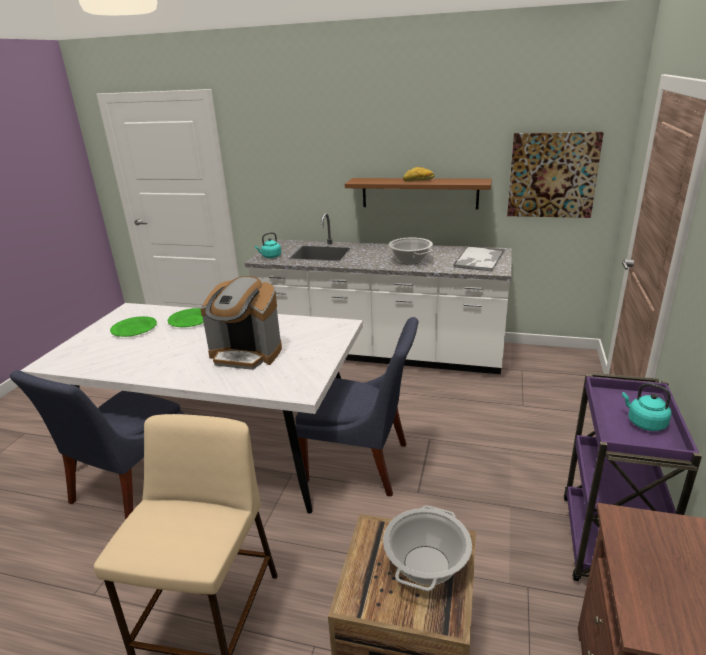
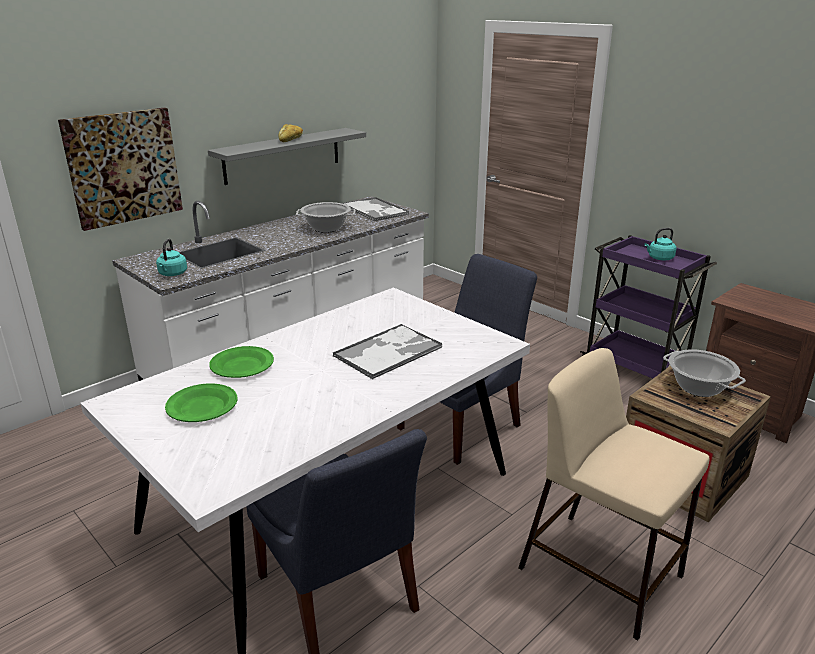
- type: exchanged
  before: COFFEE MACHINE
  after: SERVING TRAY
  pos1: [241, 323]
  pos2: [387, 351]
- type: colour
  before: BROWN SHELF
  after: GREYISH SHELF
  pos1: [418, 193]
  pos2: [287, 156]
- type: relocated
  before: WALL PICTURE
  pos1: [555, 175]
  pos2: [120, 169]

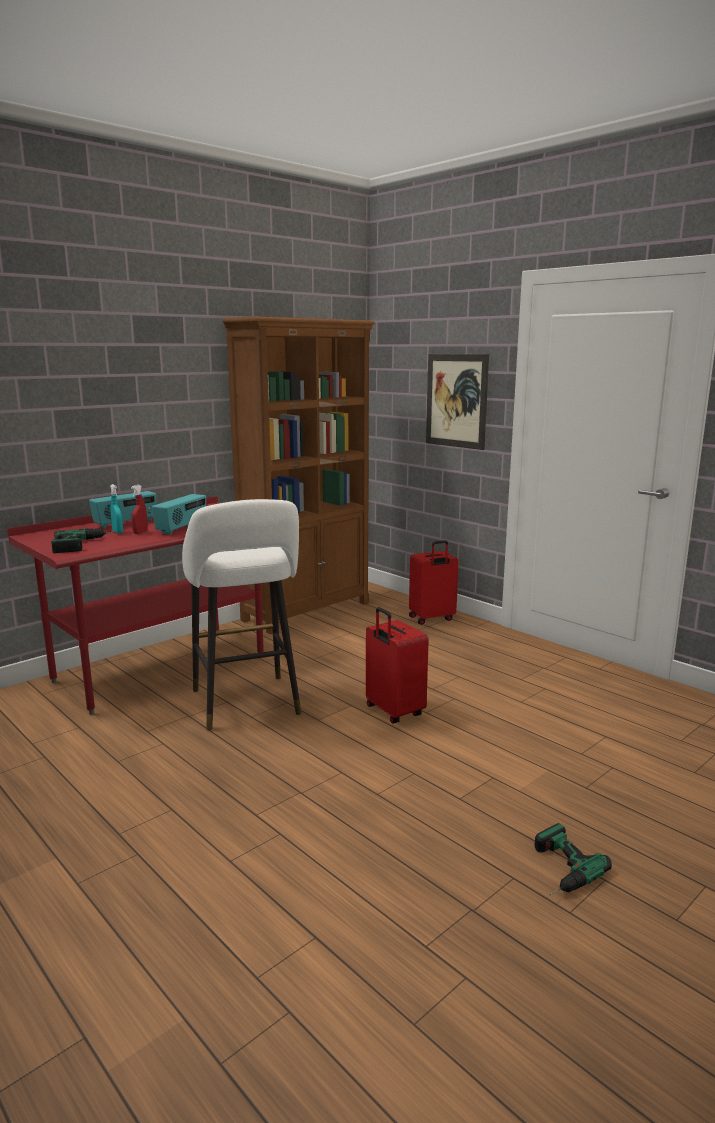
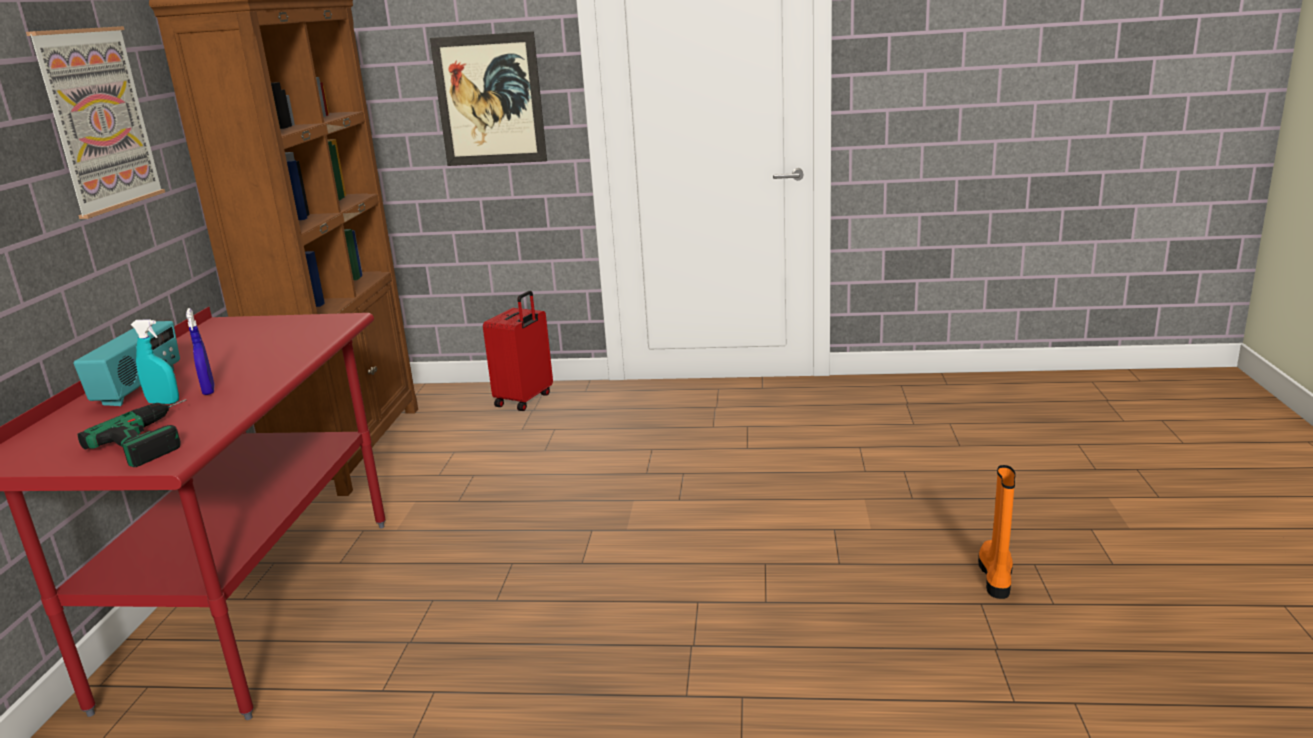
- type: colour
  before: RED-COLOURED SPRAYER
  after: BLUISH SPRAYER
  pos1: [139, 509]
  pos2: [200, 351]
- type: missing
  before: RADIO SET
  pos1: [179, 514]
- type: missing
  before: WHITE-COLOURED SITTING STOOL
  pos1: [241, 614]
- type: missing
  before: RED-COLOURED PIECE OF LUGGAGE
  pos1: [397, 665]
- type: exchanged
  before: ELECTRIC DRILL
  after: ORANGEY TALL BOOT
  pos1: [573, 859]
  pos2: [997, 532]
- type: appeared
  after: WALL PICTURE
  pos2: [95, 122]

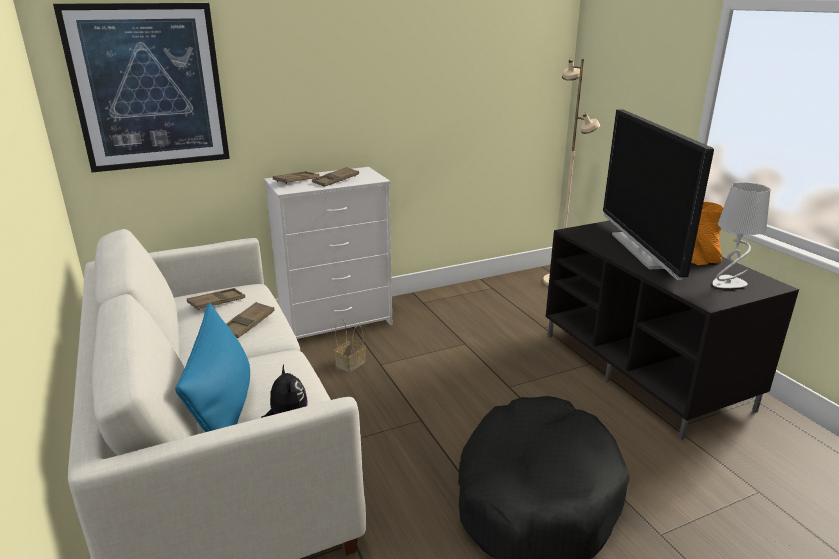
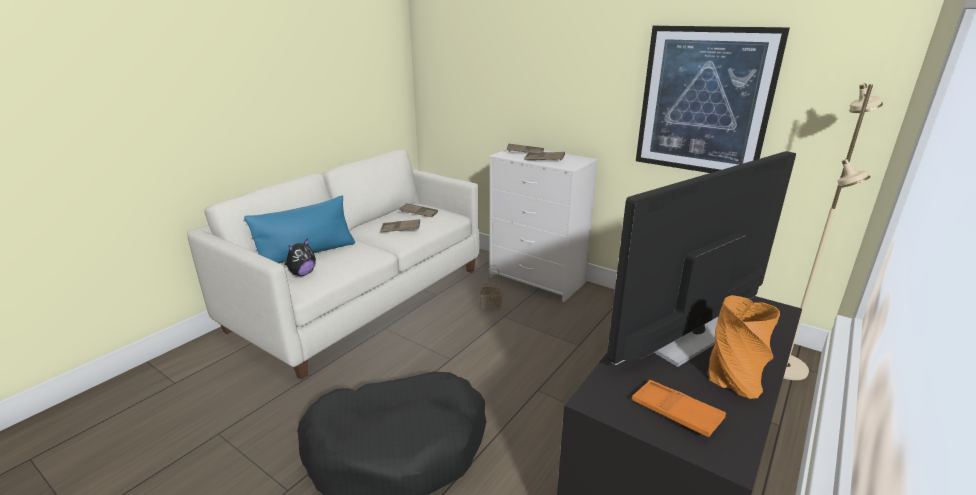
- type: relocated
  before: WALL PICTURE
  pos1: [141, 87]
  pos2: [713, 99]
- type: exchanged
  before: GREYISH TABLE LAMP
  after: ORANGEY SERVING TRAY
  pos1: [742, 235]
  pos2: [679, 408]

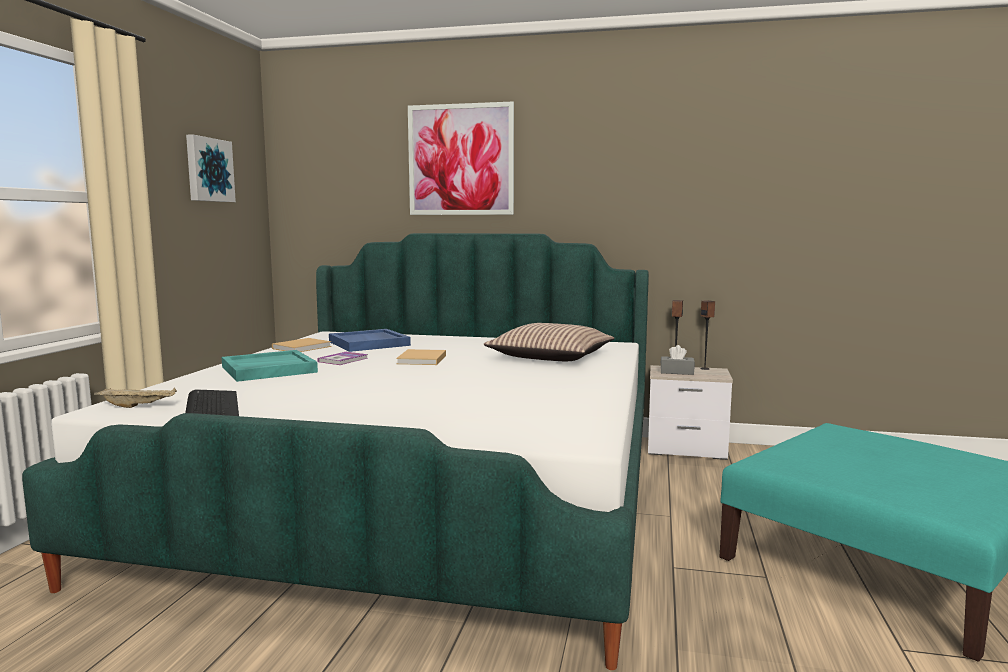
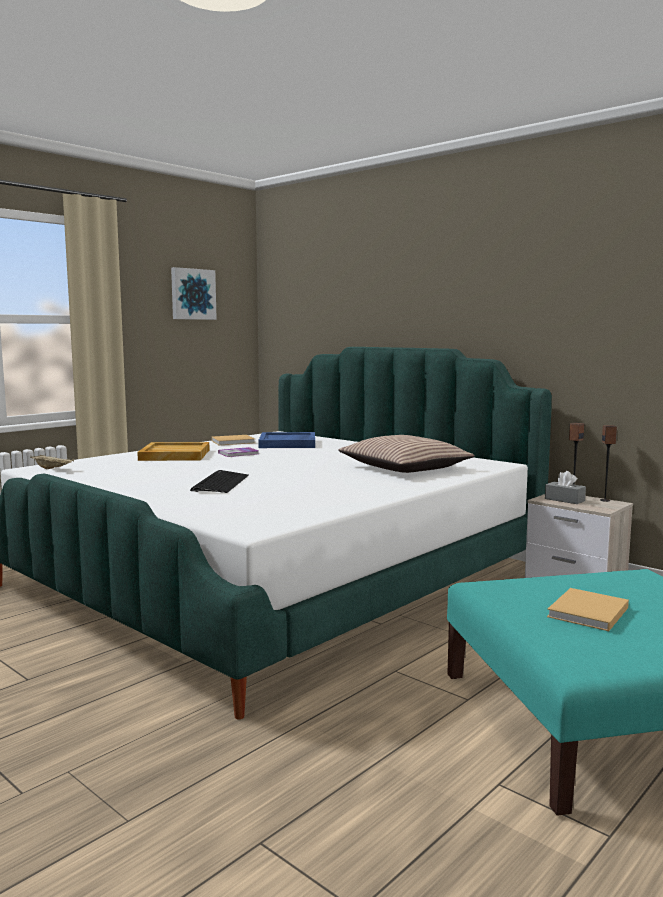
- type: relocated
  before: KEYBOARD
  pos1: [212, 402]
  pos2: [219, 481]
- type: colour
  before: BLUE-GREEN SERVING TRAY
  after: BEIGE SERVING TRAY
  pos1: [270, 366]
  pos2: [173, 451]
- type: relocated
  before: BEIGE VOLUME
  pos1: [421, 357]
  pos2: [588, 609]
- type: missing
  before: WALL PICTURE
  pos1: [461, 158]

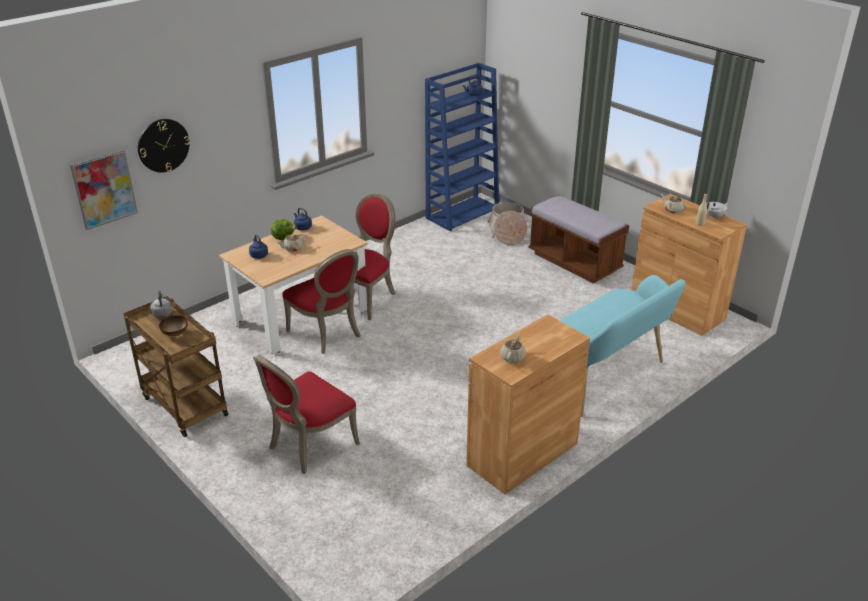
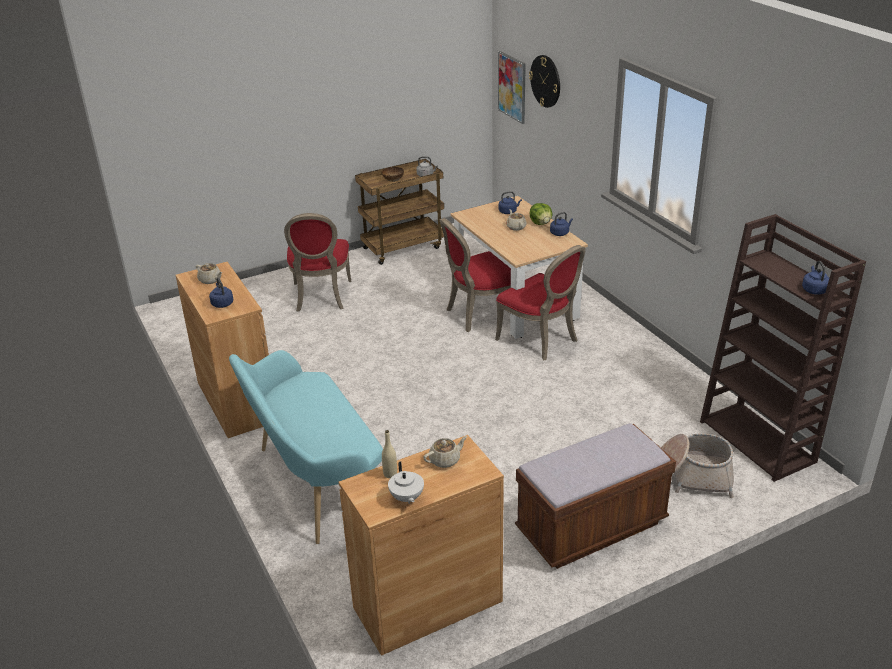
- type: spun
  before: RED-COLOURED CHAIR
  pos1: [306, 414]
  pos2: [317, 262]
  turn: -150
- type: colour
  before: BLUISH BOOKCASE
  after: BROWN BOOKCASE
  pos1: [462, 147]
  pos2: [783, 348]
- type: appeared
  after: BLUISH WATER KETTLE
  pos2: [221, 293]

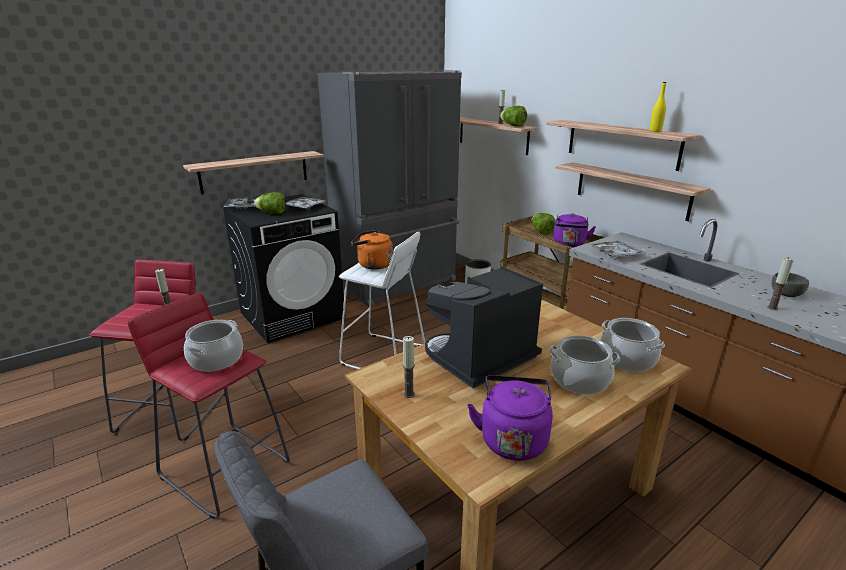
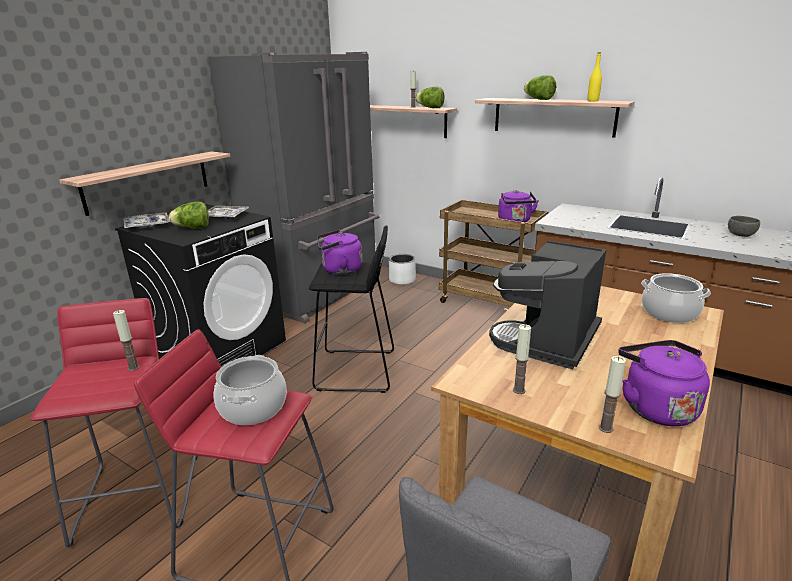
- type: colour
  before: WHITE-COLOURED SITTING STOOL
  after: BLACKISH SITTING STOOL
  pos1: [382, 300]
  pos2: [351, 309]
- type: colour
  before: ORANGEY WATER KETTLE
  after: PURPLE-COLOURED WATER KETTLE
  pos1: [372, 250]
  pos2: [339, 252]
- type: relocated
  before: LETTUCE
  pos1: [544, 223]
  pos2: [540, 87]
- type: missing
  before: STOCKPOT
  pos1: [584, 364]
- type: missing
  before: SHELF
  pos1: [633, 192]
- type: missing
  before: SERVING TRAY
  pos1: [618, 249]
- type: relocated
  before: CANDLE
  pos1: [780, 283]
  pos2: [612, 394]

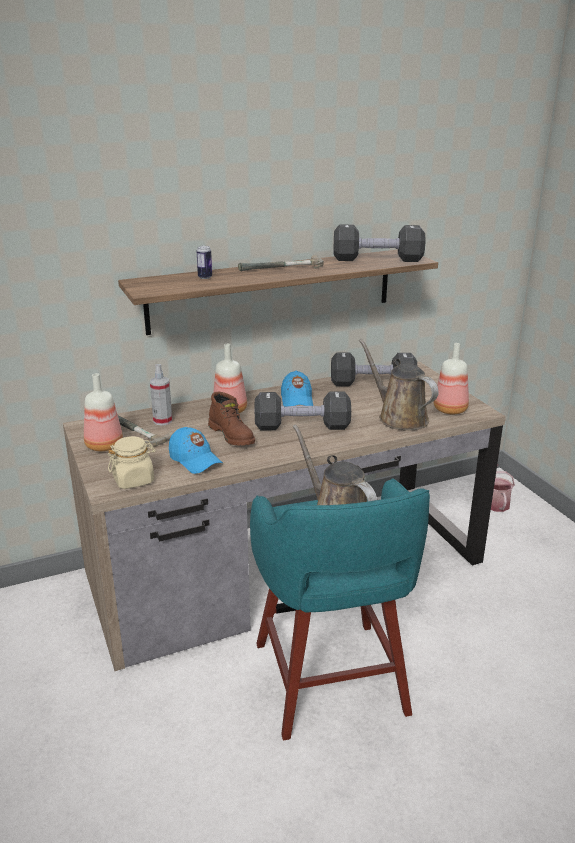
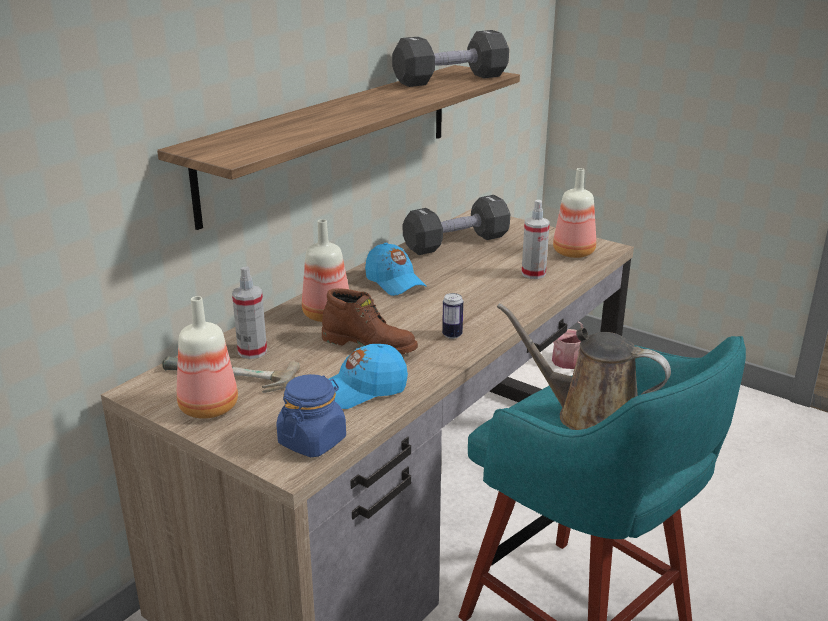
- type: colour
  before: BEIGE JAR
  after: BLUISH JAR
  pos1: [132, 462]
  pos2: [311, 415]
- type: spun
  before: BLUISH PEAKED CAP
  pos1: [196, 450]
  pos2: [368, 376]
  turn: 135
- type: relocated
  before: SEALED CAN
  pos1: [204, 262]
  pos2: [452, 316]
- type: missing
  before: HAMMER
  pos1: [280, 263]
- type: missing
  before: BLACKISH DUMBBELL
  pos1: [303, 410]
- type: exchanged
  before: BROWN WATERING POT
  after: SPRAYER
  pos1: [398, 385]
  pos2: [535, 239]

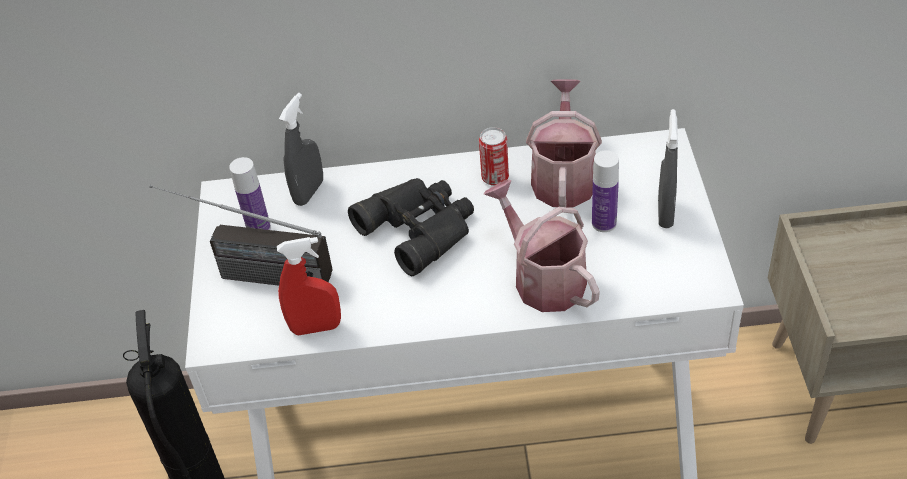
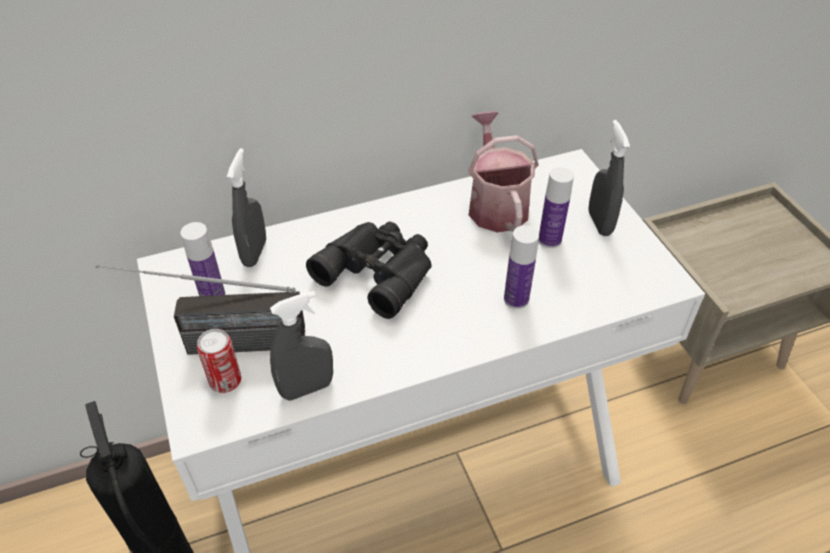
- type: colour
  before: RED-COLOURED SPRAYER
  after: GREYISH SPRAYER
  pos1: [309, 286]
  pos2: [301, 346]
- type: relocated
  before: SEALED CAN
  pos1: [494, 156]
  pos2: [219, 361]
- type: exchanged
  before: WATERING POT
  after: DRINK BOTTLE
  pos1: [542, 246]
  pos2: [521, 267]

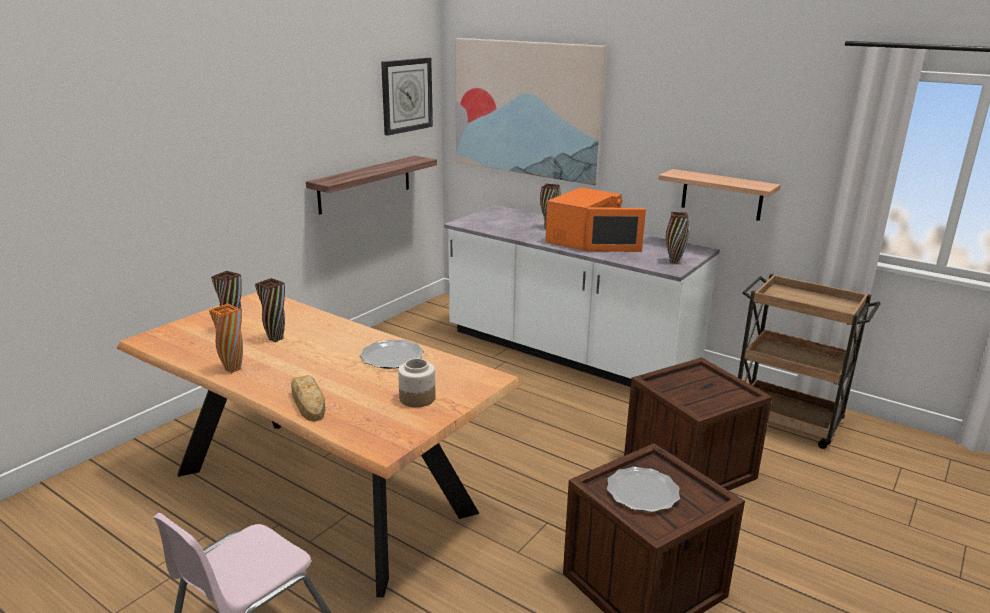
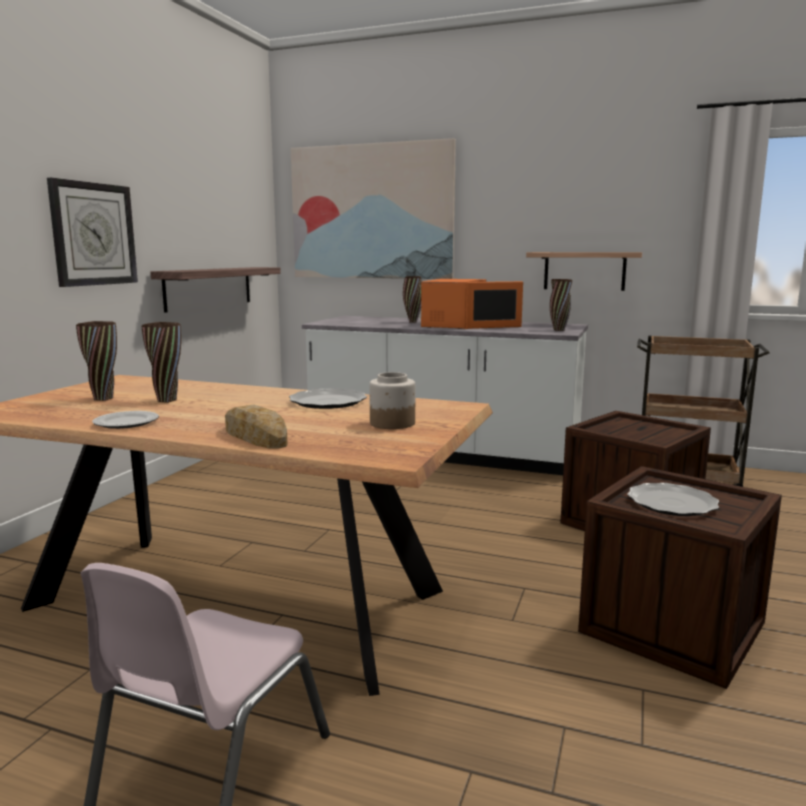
- type: exchanged
  before: ORANGEY FLOWER VASE
  after: PLATE
  pos1: [226, 338]
  pos2: [125, 420]
- type: relocated
  before: WALL CLOCK
  pos1: [407, 97]
  pos2: [92, 232]

